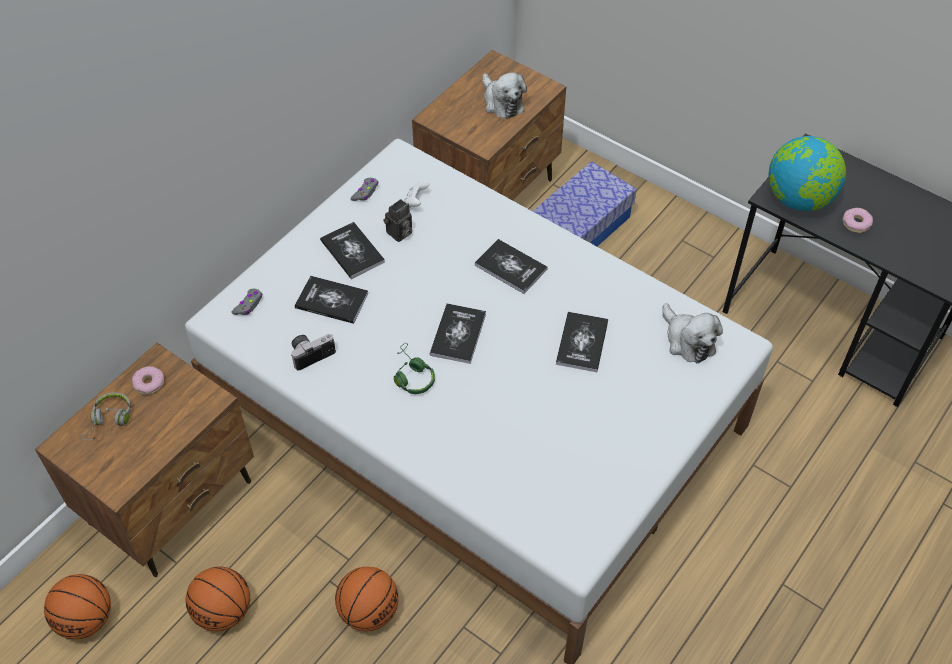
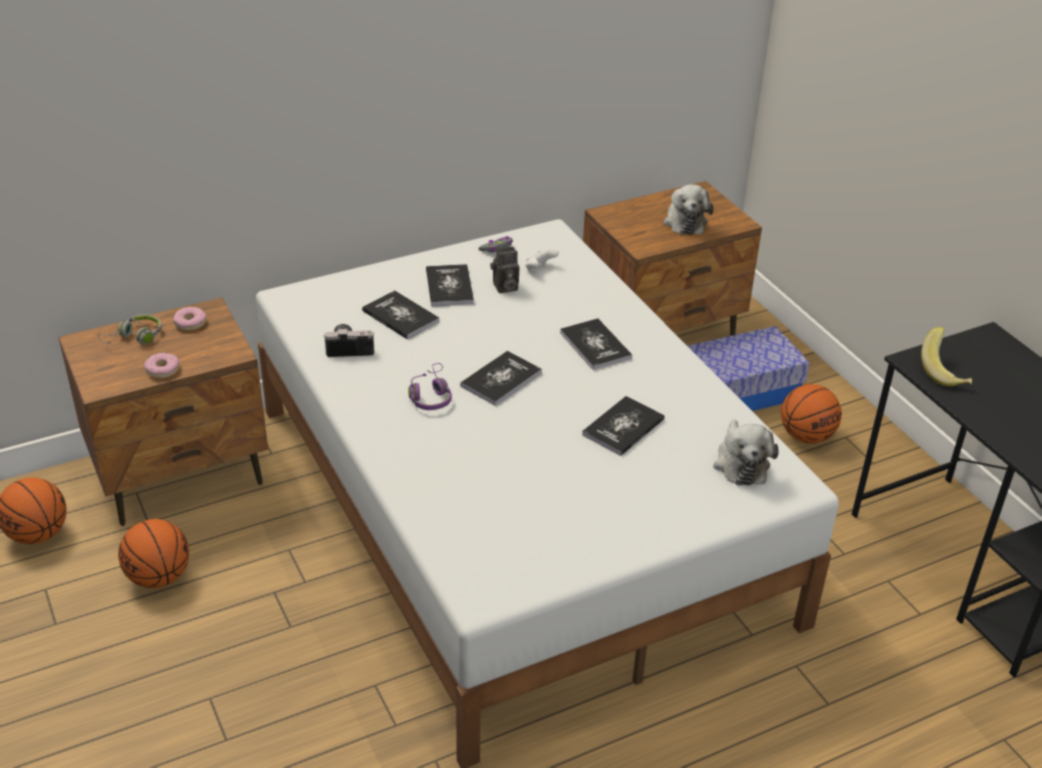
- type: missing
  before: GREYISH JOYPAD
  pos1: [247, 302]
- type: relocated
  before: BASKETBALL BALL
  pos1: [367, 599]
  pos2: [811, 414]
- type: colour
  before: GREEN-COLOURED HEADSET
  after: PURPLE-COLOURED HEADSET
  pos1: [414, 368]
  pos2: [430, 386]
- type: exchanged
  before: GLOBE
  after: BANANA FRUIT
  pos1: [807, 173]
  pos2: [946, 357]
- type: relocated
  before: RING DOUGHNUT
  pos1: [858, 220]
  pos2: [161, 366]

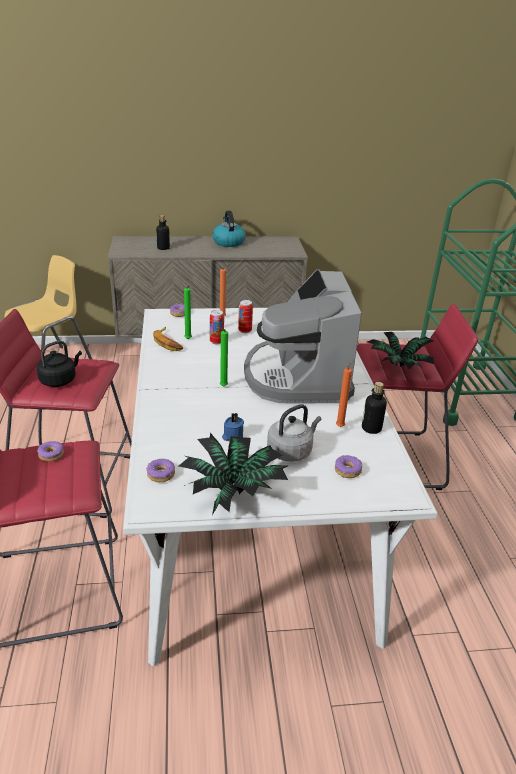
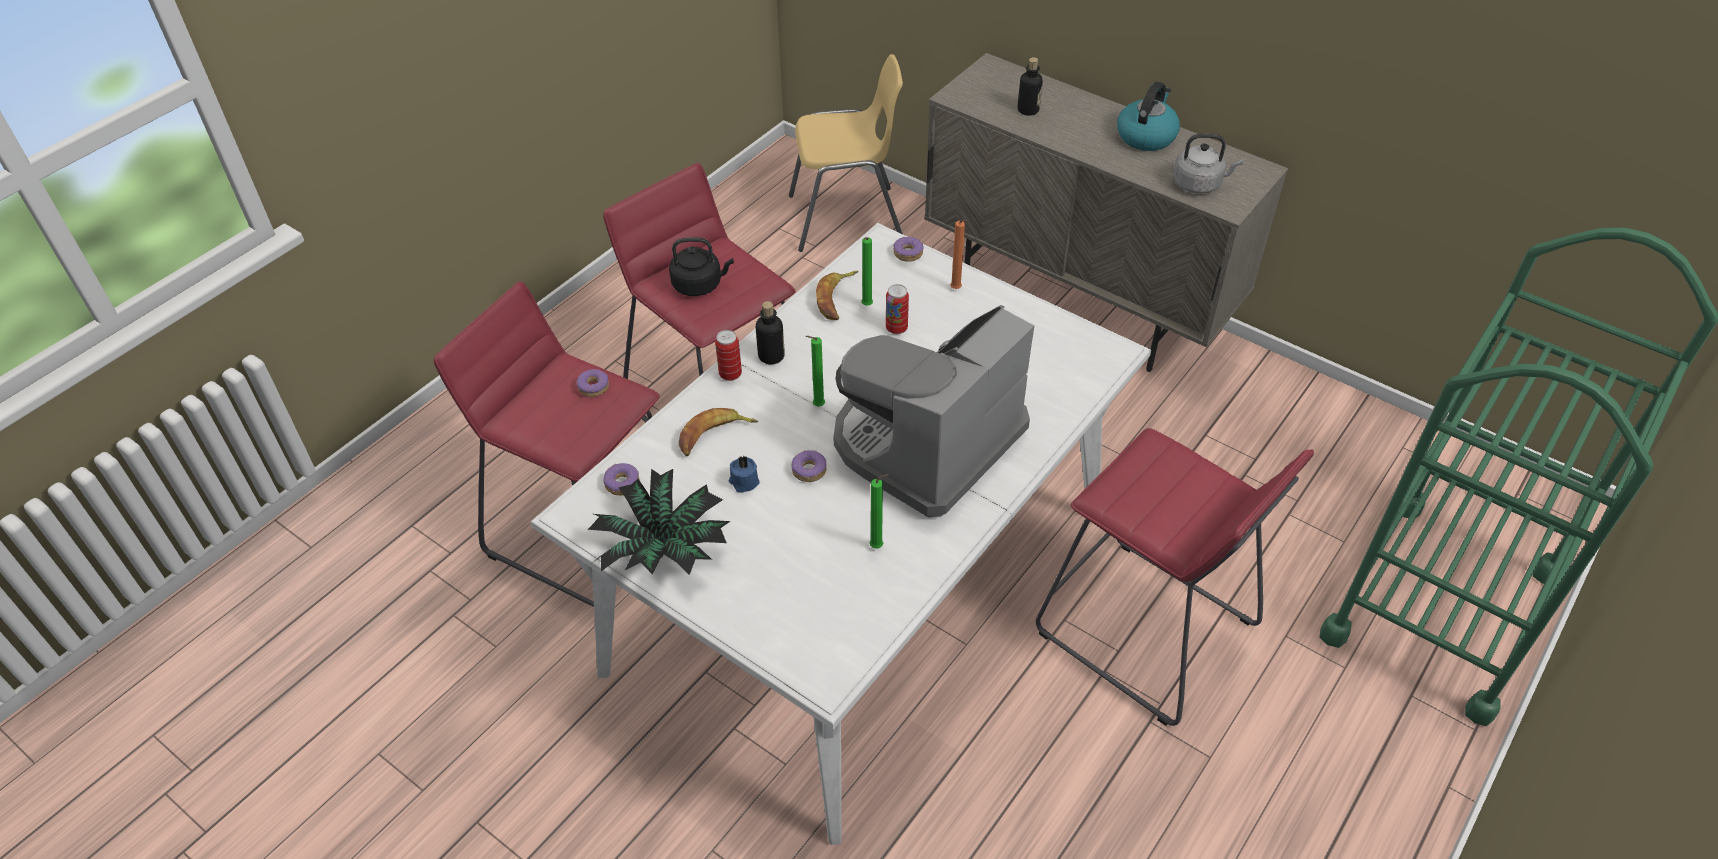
- type: relocated
  before: SEALED CAN
  pos1: [245, 316]
  pos2: [728, 355]
- type: relocated
  before: GREYISH WATER KETTLE
  pos1: [294, 433]
  pos2: [1208, 163]
- type: relocated
  before: RING DOUGHNUT
  pos1: [348, 466]
  pos2: [809, 466]
- type: colour
  before: ORANGEY CANDLE
  after: GREEN-COLOURED CANDLE
  pos1: [345, 393]
  pos2: [879, 511]
- type: relocated
  before: DRINK BOTTLE
  pos1: [374, 408]
  pos2: [770, 332]
- type: missing
  before: HOUSEPLANT
  pos1: [401, 350]
- type: appeared
  after: BANANA FRUIT
  pos2: [718, 432]

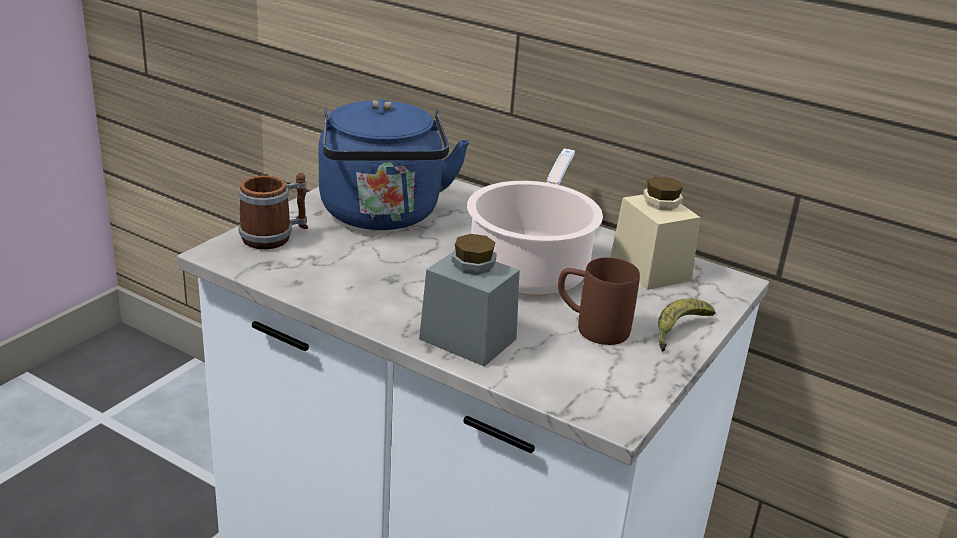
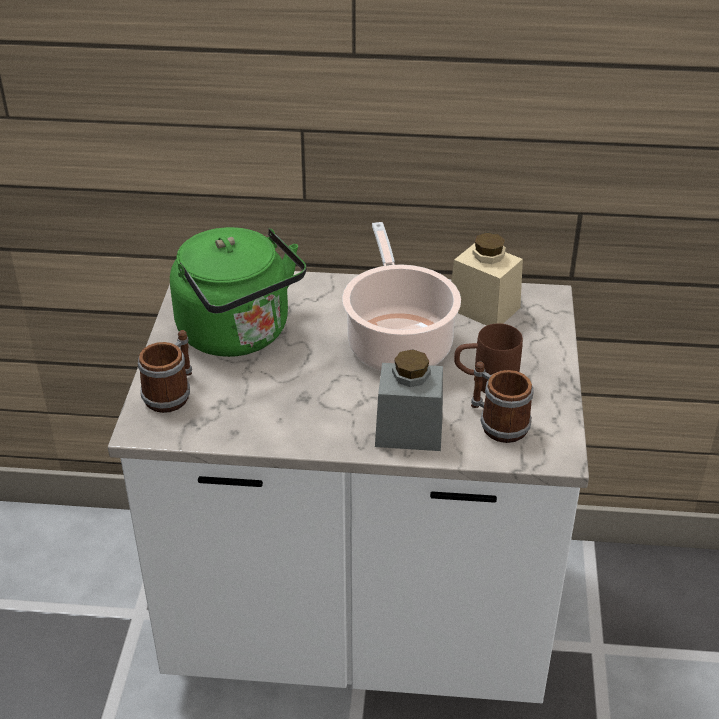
- type: colour
  before: BLUISH WATER KETTLE
  after: GREEN-COLOURED WATER KETTLE
  pos1: [393, 164]
  pos2: [238, 292]
- type: missing
  before: BANANA FRUIT
  pos1: [687, 325]
- type: appeared
  after: MUG
  pos2: [502, 402]

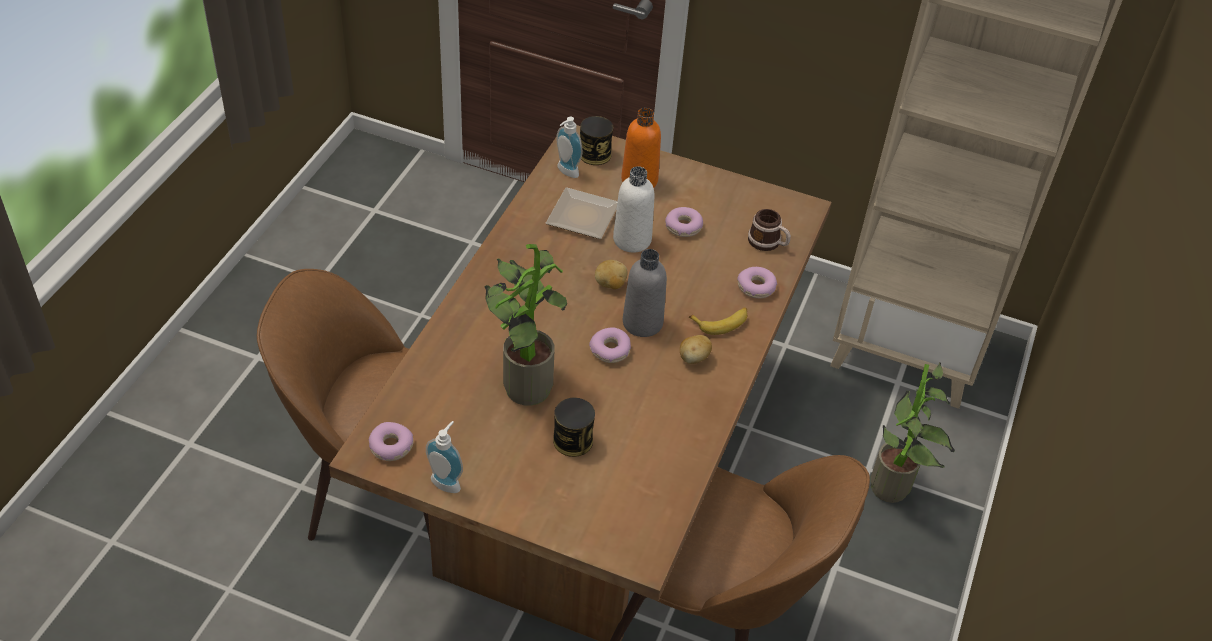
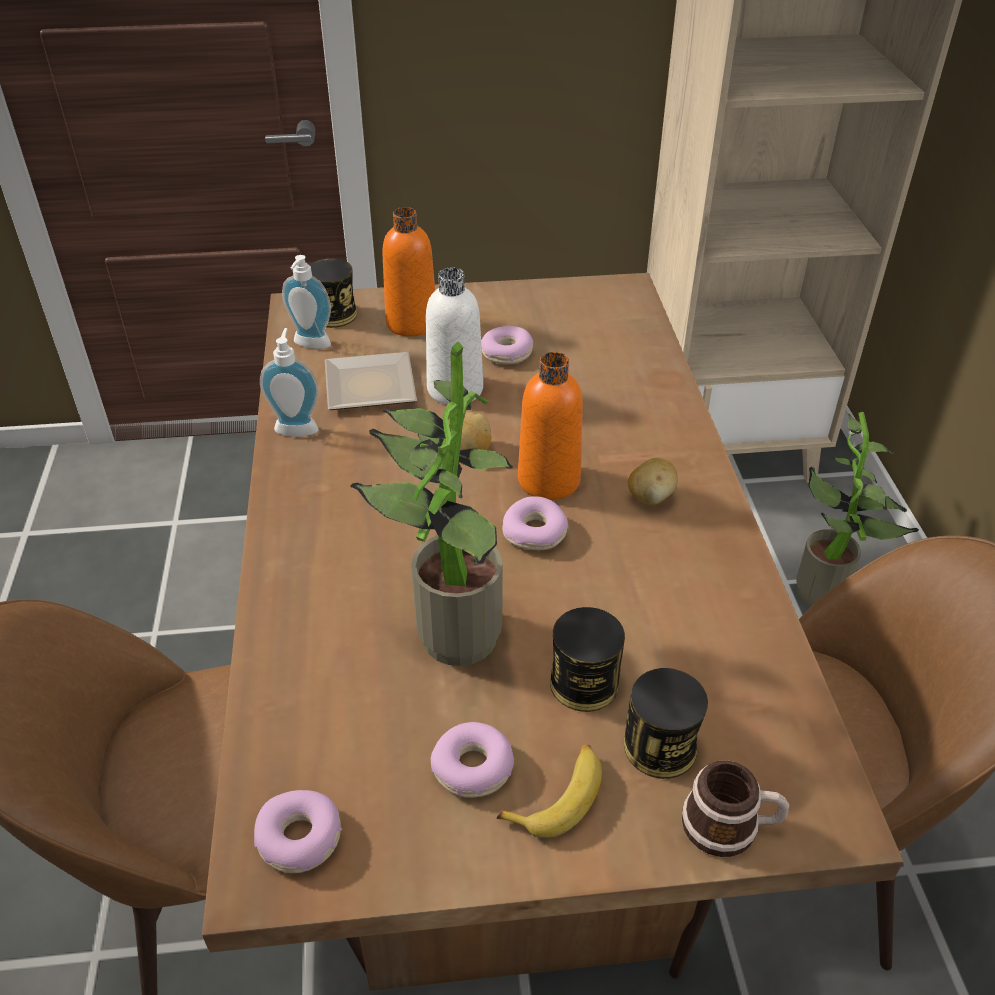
- type: relocated
  before: SOAP DISPENSER
  pos1: [444, 457]
  pos2: [289, 382]
- type: colour
  before: GREYISH DRINK BOTTLE
  after: ORANGEY DRINK BOTTLE
  pos1: [645, 293]
  pos2: [550, 426]
- type: relocated
  before: BANANA FRUIT
  pos1: [718, 321]
  pos2: [549, 791]
- type: relocated
  before: RING DOUGHNUT
  pos1: [757, 283]
  pos2: [472, 760]
- type: relocated
  before: MUG
  pos1: [769, 230]
  pos2: [735, 808]
- type: appeared
  after: SEALED CAN
  pos2: [666, 723]

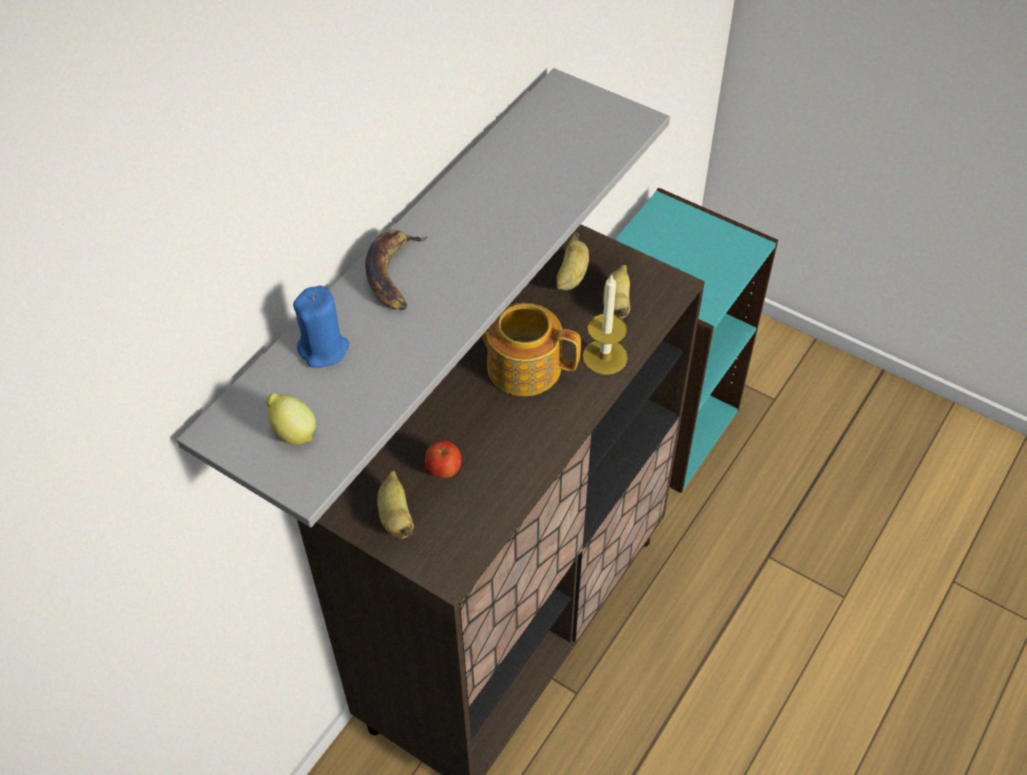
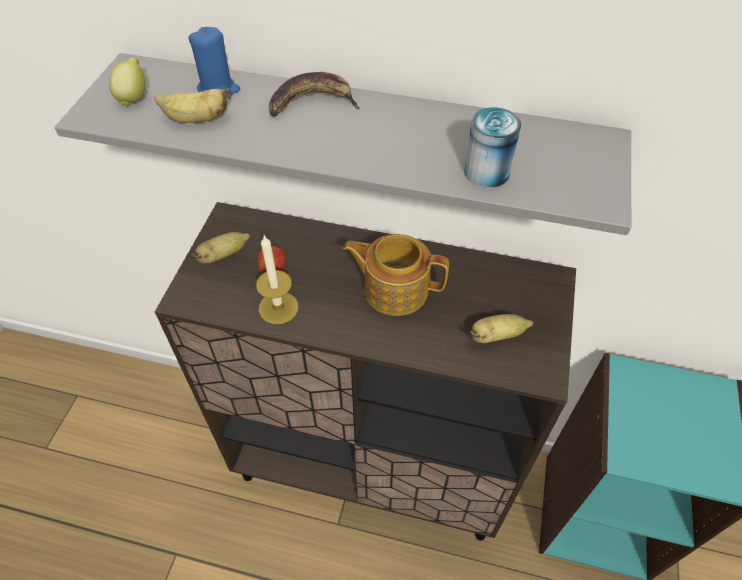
- type: spun
  before: POT FOR TEA
  pos1: [531, 349]
  pos2: [396, 275]
  turn: -75
- type: relocated
  before: BANANA FRUIT
  pos1: [572, 261]
  pos2: [192, 105]
- type: relocated
  before: CANDLE
  pos1: [605, 324]
  pos2: [277, 279]
- type: appeared
  after: SEALED CAN
  pos2: [492, 147]

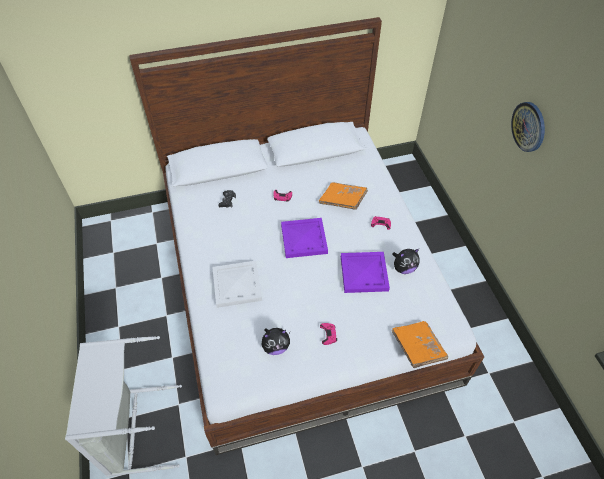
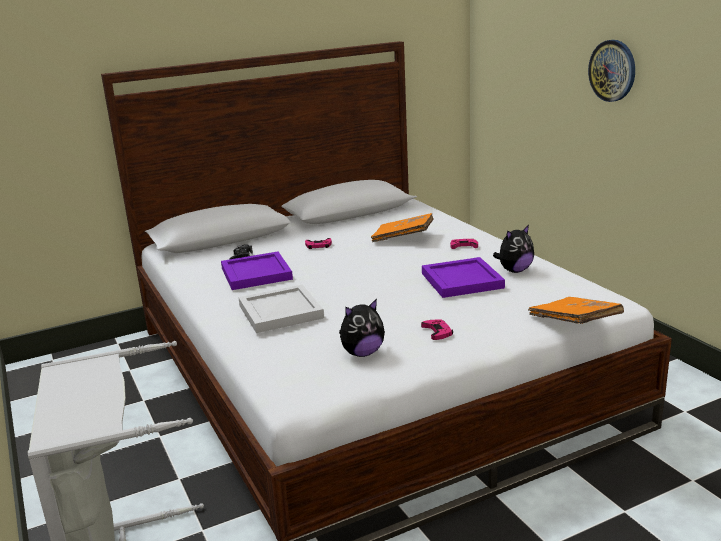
- type: relocated
  before: PURPLE-COLOURED SERVING TRAY
  pos1: [304, 238]
  pos2: [257, 270]

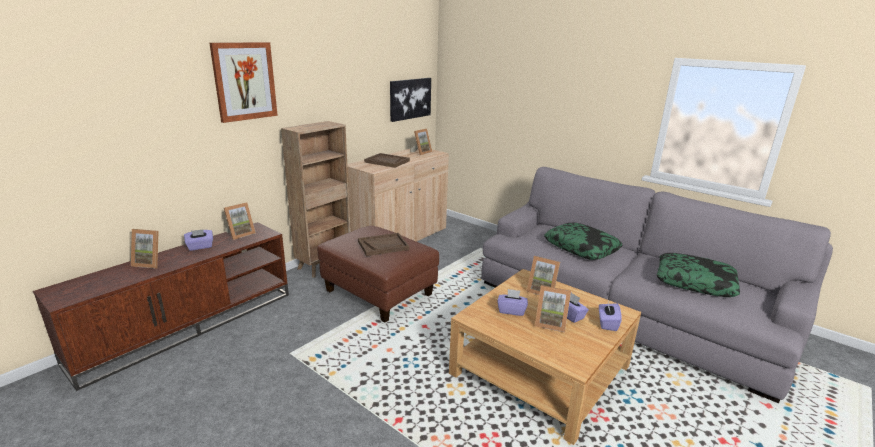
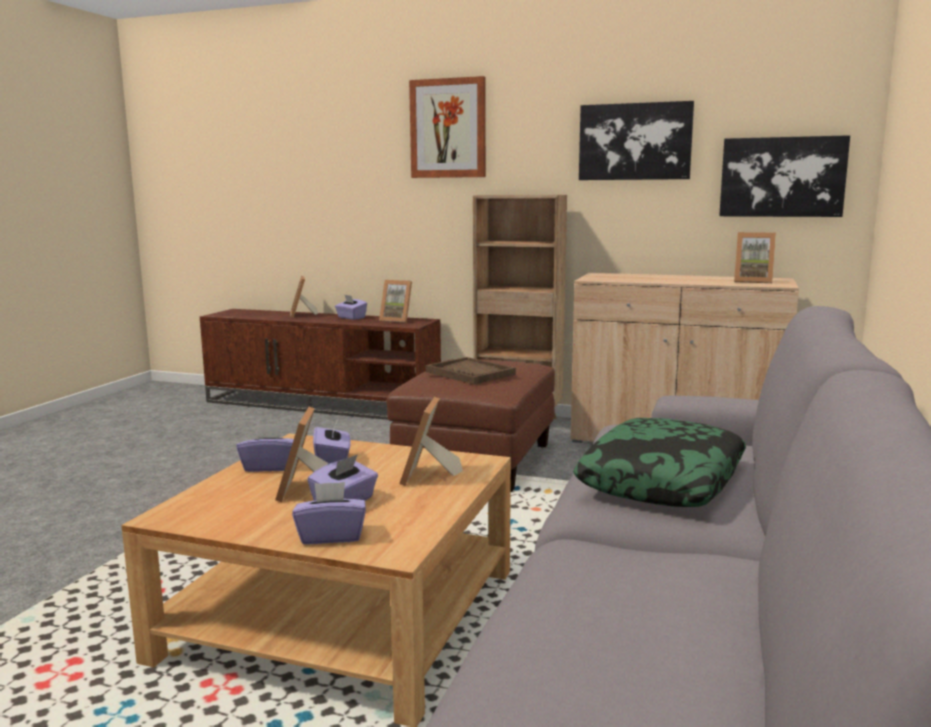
- type: missing
  before: BROWN SERVING TRAY
  pos1: [387, 160]
- type: missing
  before: CUSHION
  pos1: [698, 275]
- type: appeared
  after: PURPLE-COLOURED TISSUE HOLDER
  pos2: [265, 447]
- type: appeared
  after: WALL PICTURE
  pos2: [636, 140]

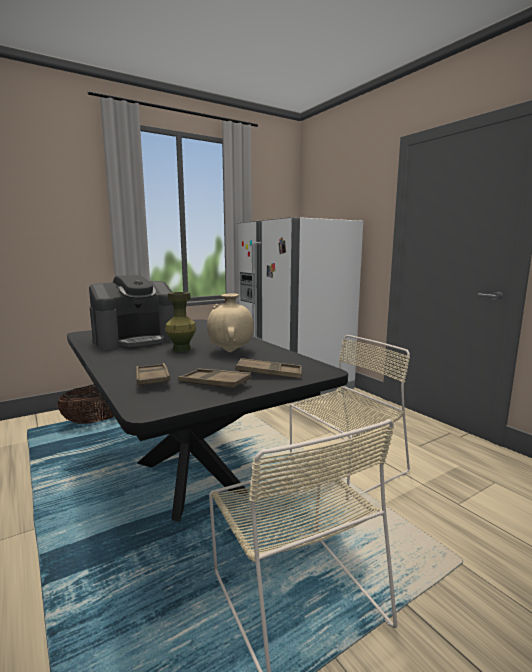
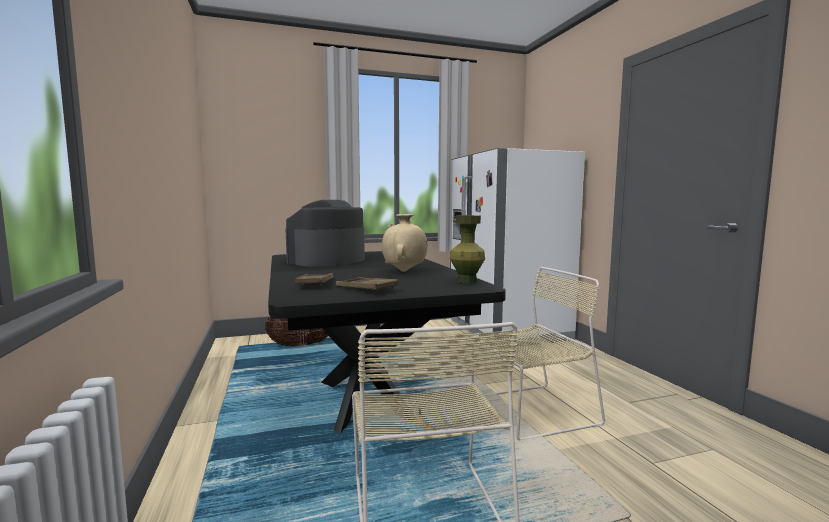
- type: spun
  before: COFFEE MACHINE
  pos1: [131, 312]
  pos2: [325, 233]
  turn: 150
- type: relocated
  before: GREEN-COLOURED FLOWER VASE
  pos1: [180, 322]
  pos2: [467, 249]
- type: missing
  before: BROWN SERVING TRAY
  pos1: [268, 368]

